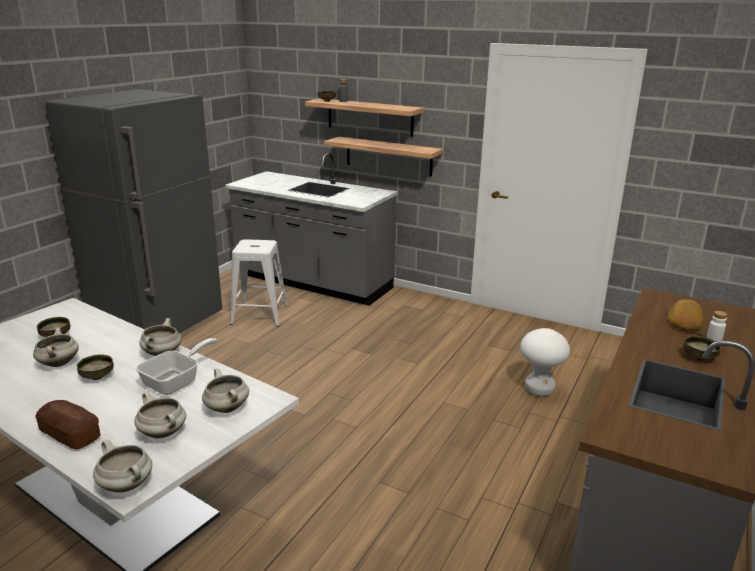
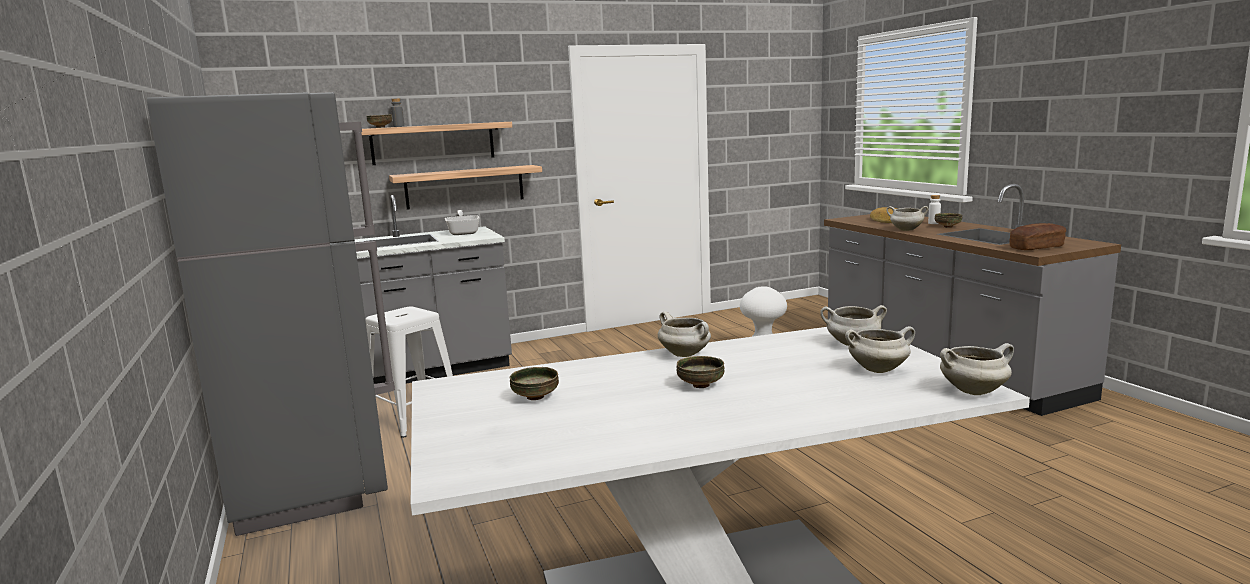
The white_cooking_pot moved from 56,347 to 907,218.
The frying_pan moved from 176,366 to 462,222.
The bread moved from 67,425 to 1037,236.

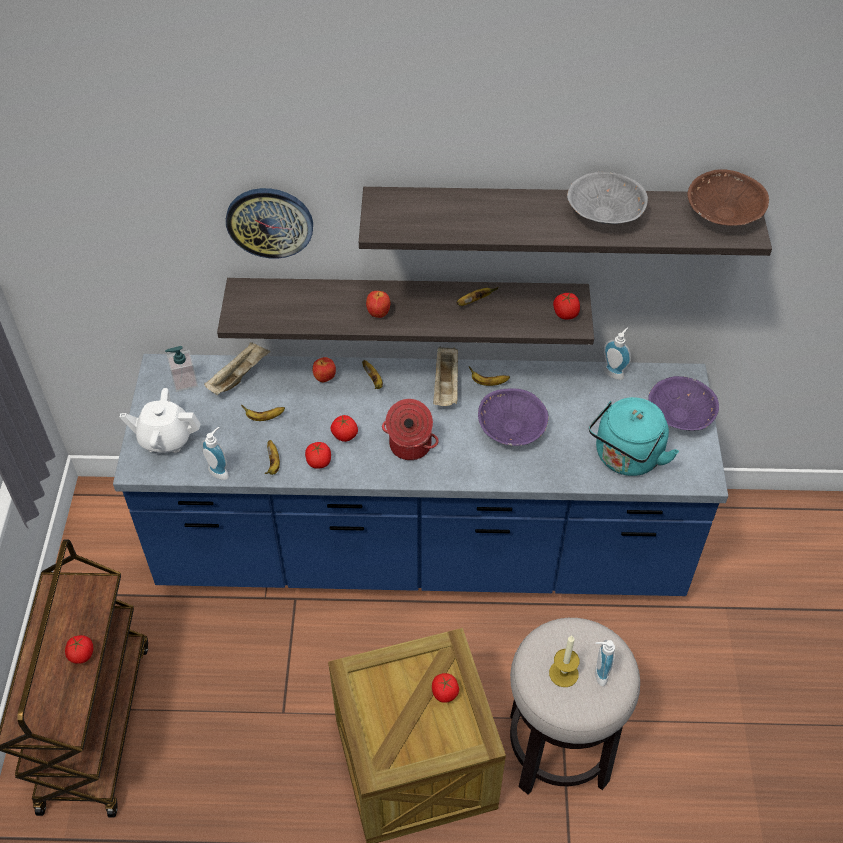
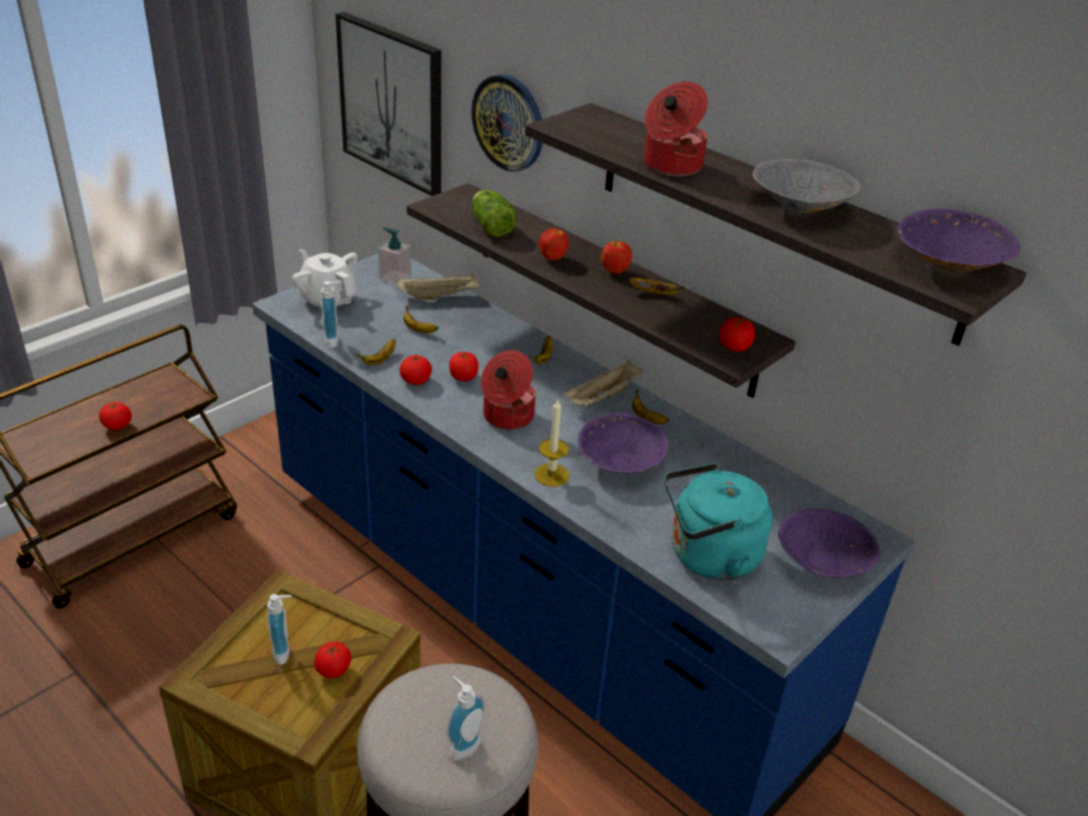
The brown_bowl at 728,197 became the purple_bowl at 958,241.
The soap_dispenser moved from 617,354 to 279,629.
The apple moved from 324,369 to 616,257.
The candle moved from 564,661 to 552,443.
The picture at 388,104 appeared.
The cooking_pot at 676,129 appeared.
The lettuce at 494,213 appeared.

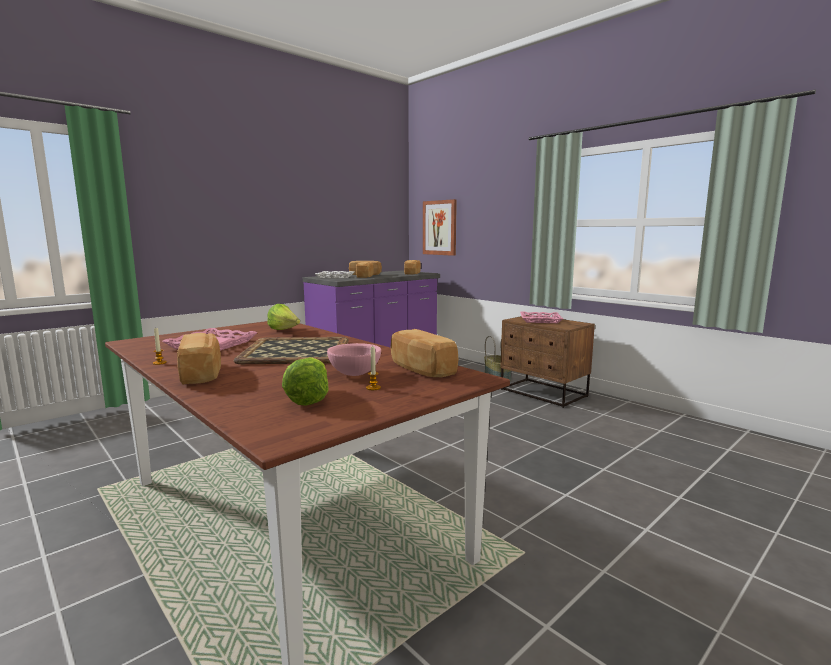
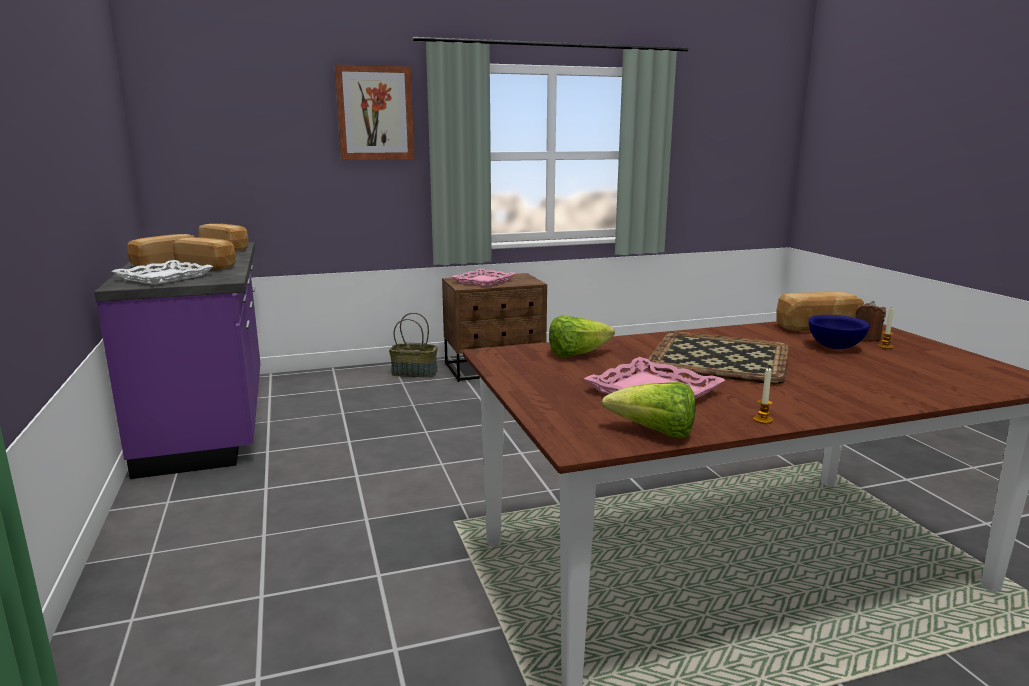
The picture moved from 440,227 to 374,112.
The bread at 199,359 disappeared.
The pink_bowl at 354,359 became the blue_bowl at 839,332.
The lettuce moved from 305,381 to 649,410.
The brown_candle at 870,321 appeared.

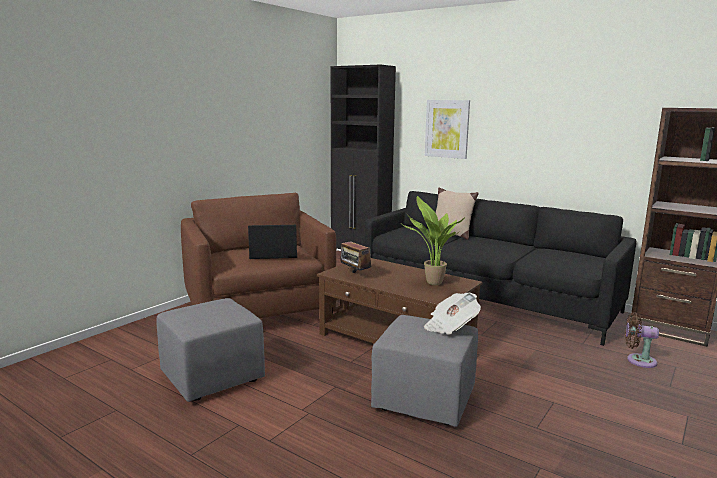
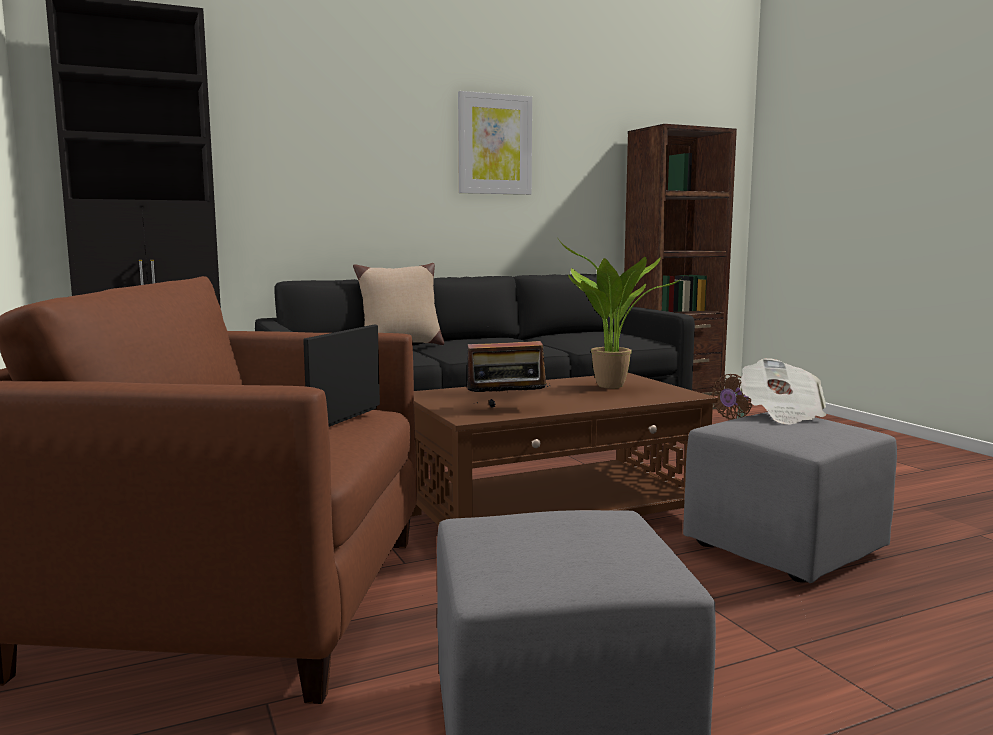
The picture moved from 447,129 to 495,143.

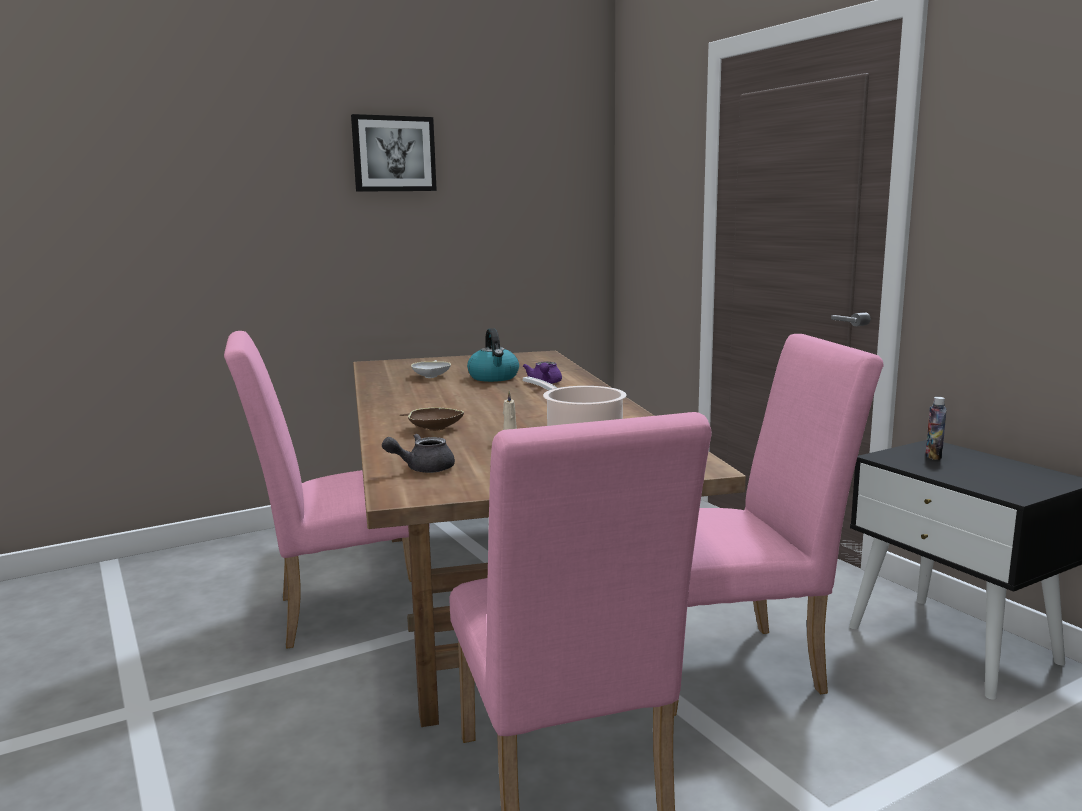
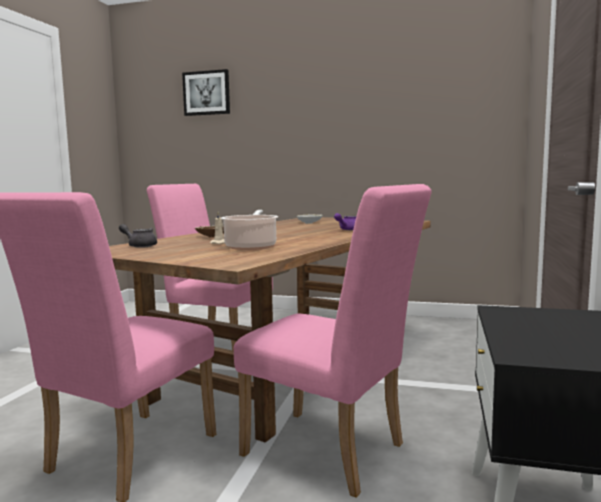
The picture moved from 394,153 to 206,92.
The kettle at 493,355 disappeared.
The bottle at 936,428 disappeared.

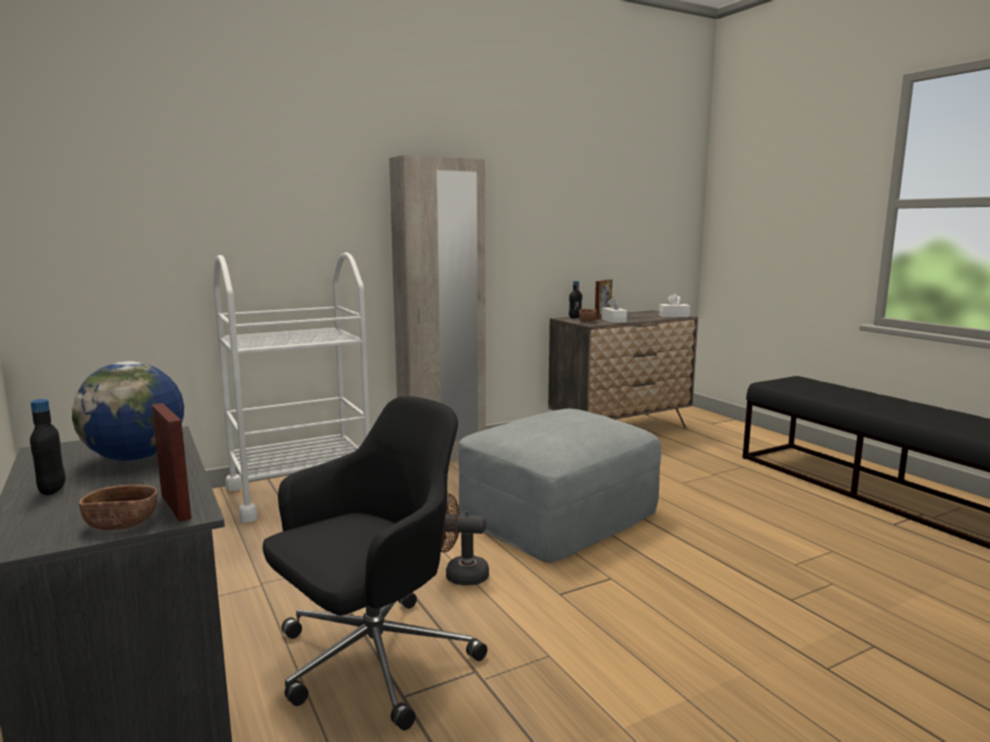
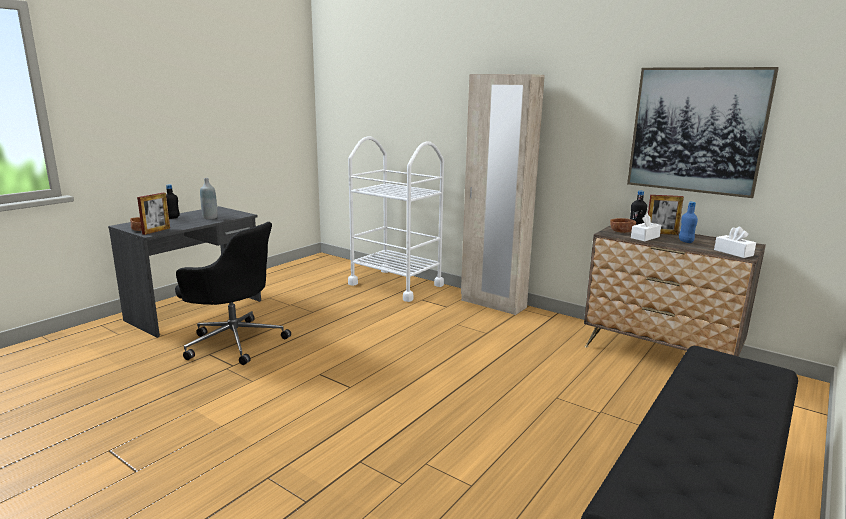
The globe at 128,411 was replaced by the grey_bottle at 209,198.
The grey_ottoman at 560,485 disappeared.
The brown_fan at 465,539 disappeared.
The picture at 703,132 appeared.
The blue_bottle at 688,222 appeared.

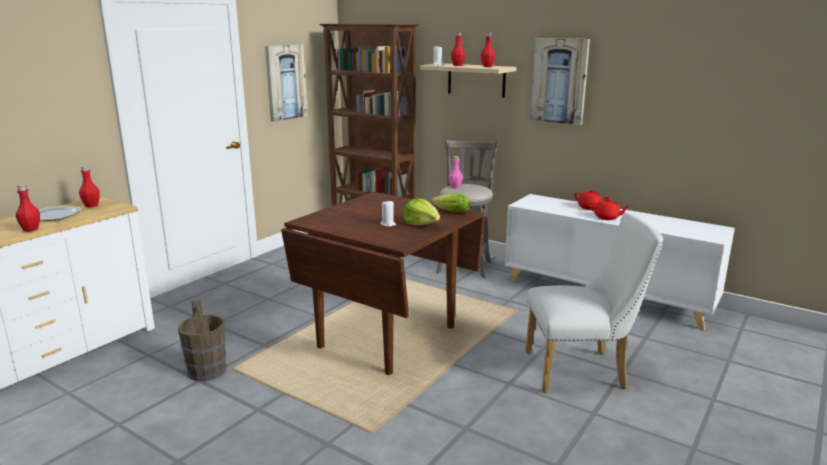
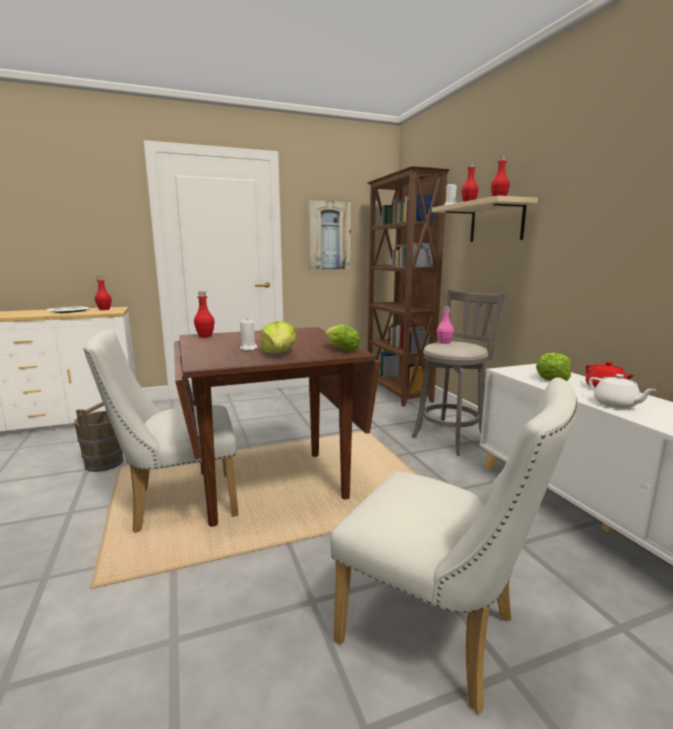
The picture at 560,81 disappeared.
The red_bottle moved from 28,208 to 204,314.
The red_teapot at 609,209 became the white_teapot at 622,391.
The white_chair at 161,431 appeared.
The lettuce at 553,367 appeared.

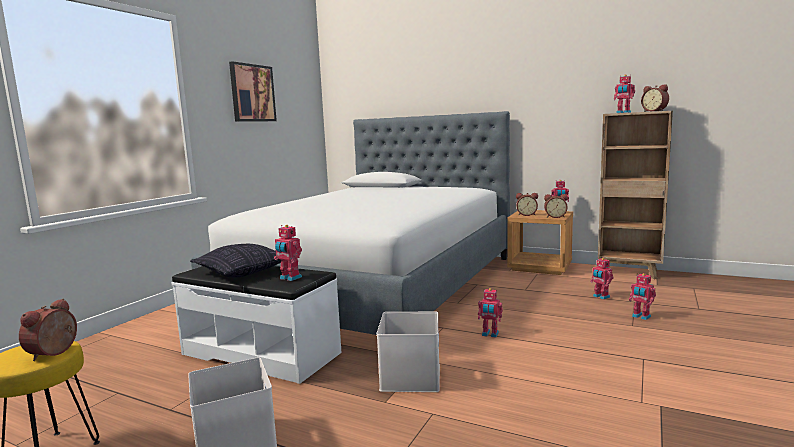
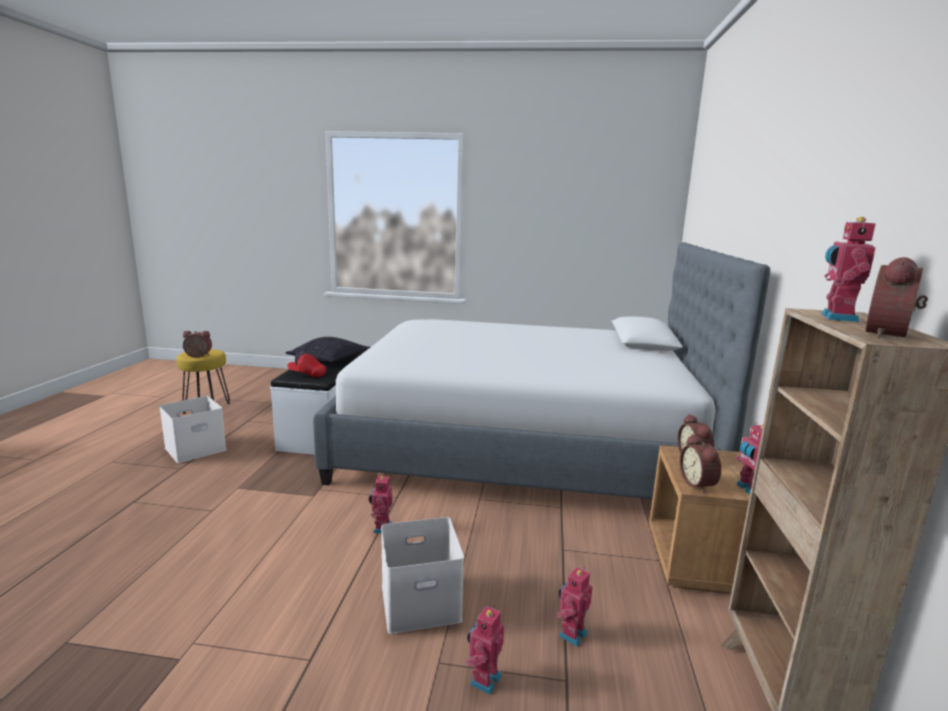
The picture at 253,91 disappeared.
The toy_robot at 288,253 was replaced by the red_cap at 306,364.
The white_storage_box moved from 408,352 to 422,575.

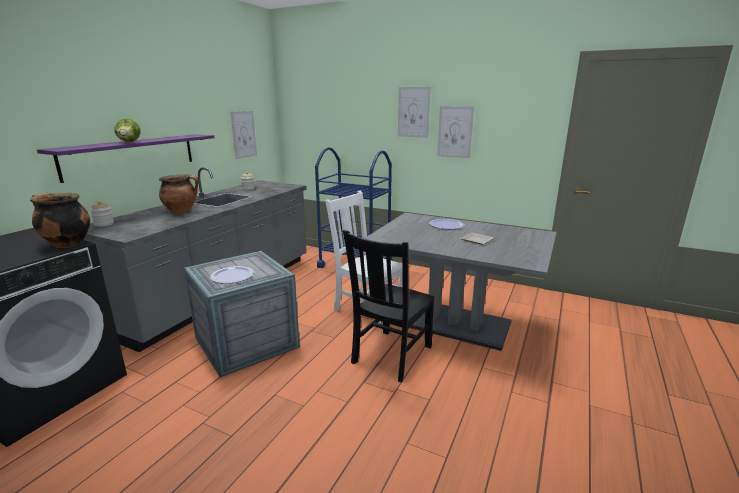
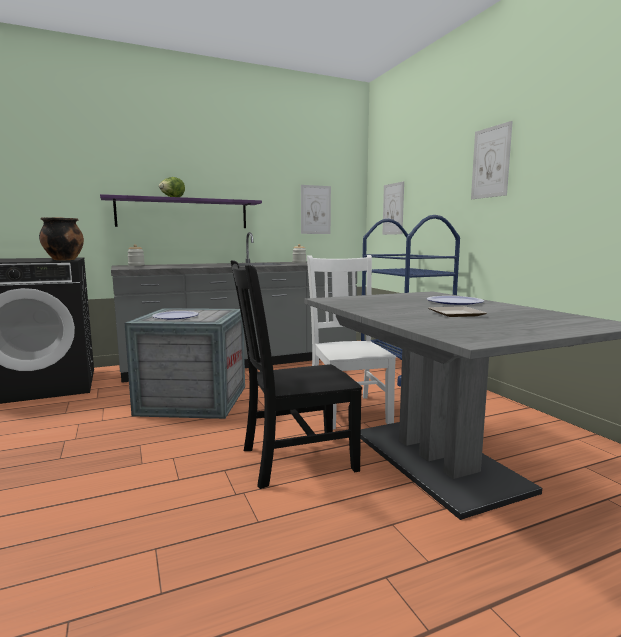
The picture moved from 455,132 to 393,208.
The cooking_pot at 178,194 disappeared.

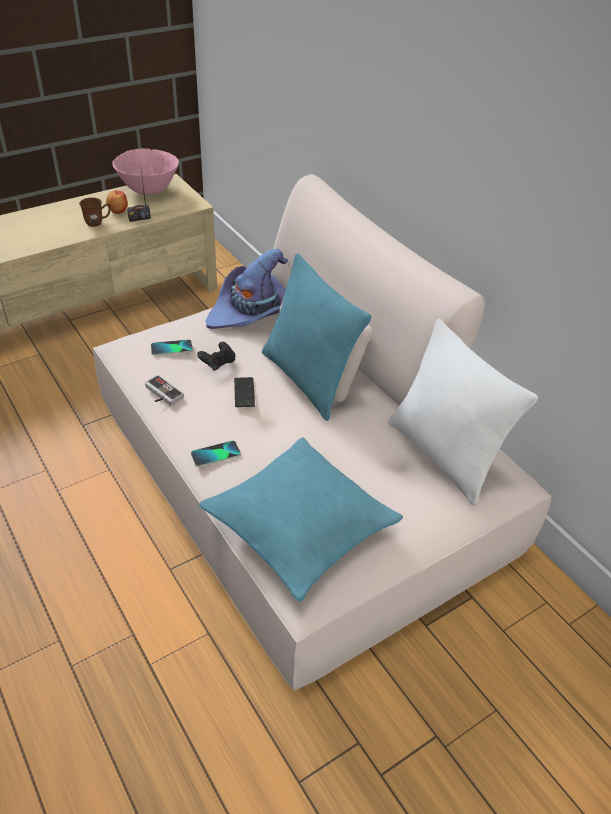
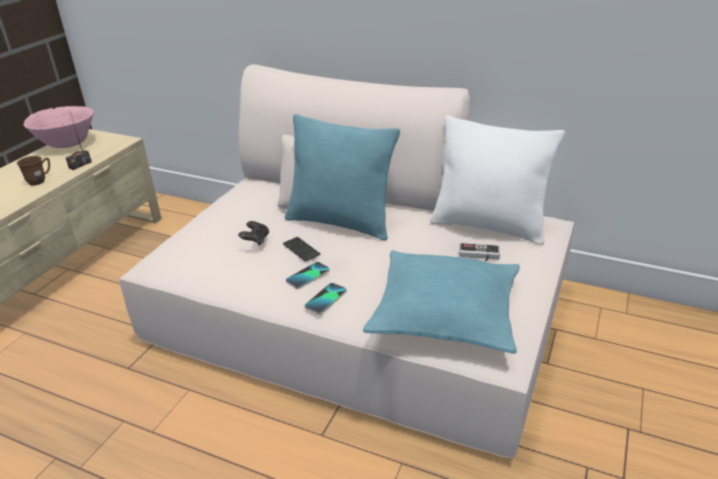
The apple at 117,202 disappeared.
The purple_hat at 247,289 disappeared.
The phone moved from 172,348 to 308,275.
The game_controller moved from 164,390 to 479,252.

